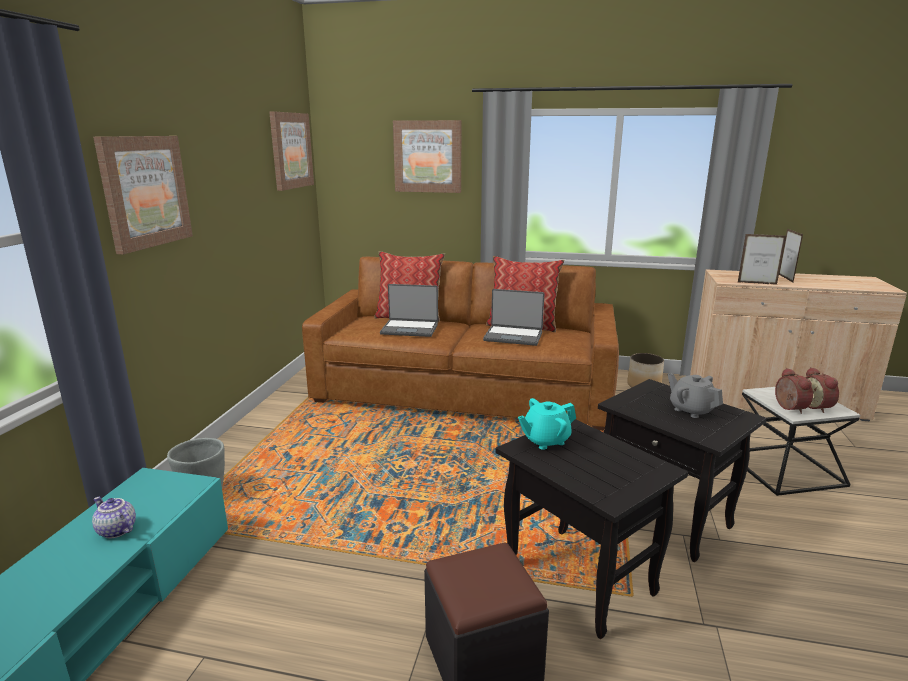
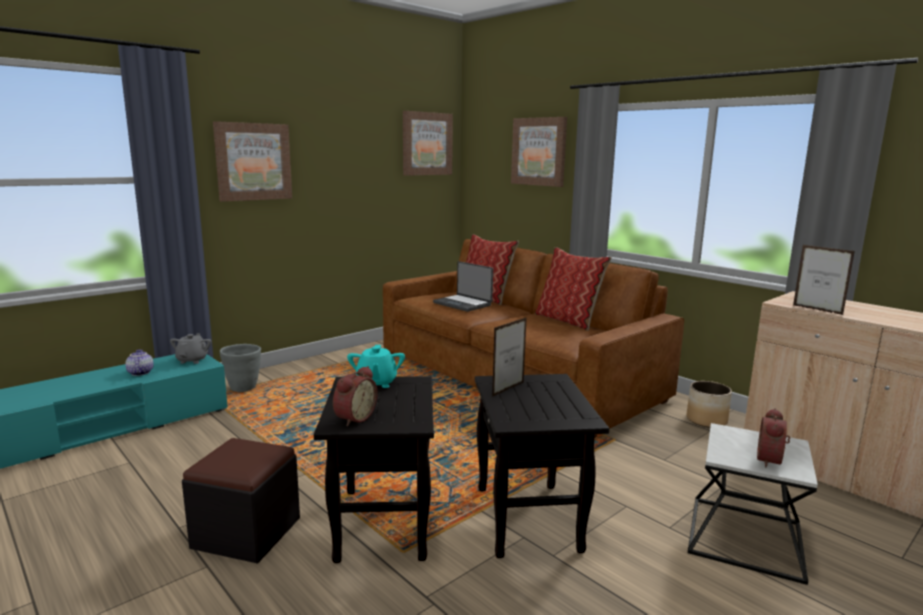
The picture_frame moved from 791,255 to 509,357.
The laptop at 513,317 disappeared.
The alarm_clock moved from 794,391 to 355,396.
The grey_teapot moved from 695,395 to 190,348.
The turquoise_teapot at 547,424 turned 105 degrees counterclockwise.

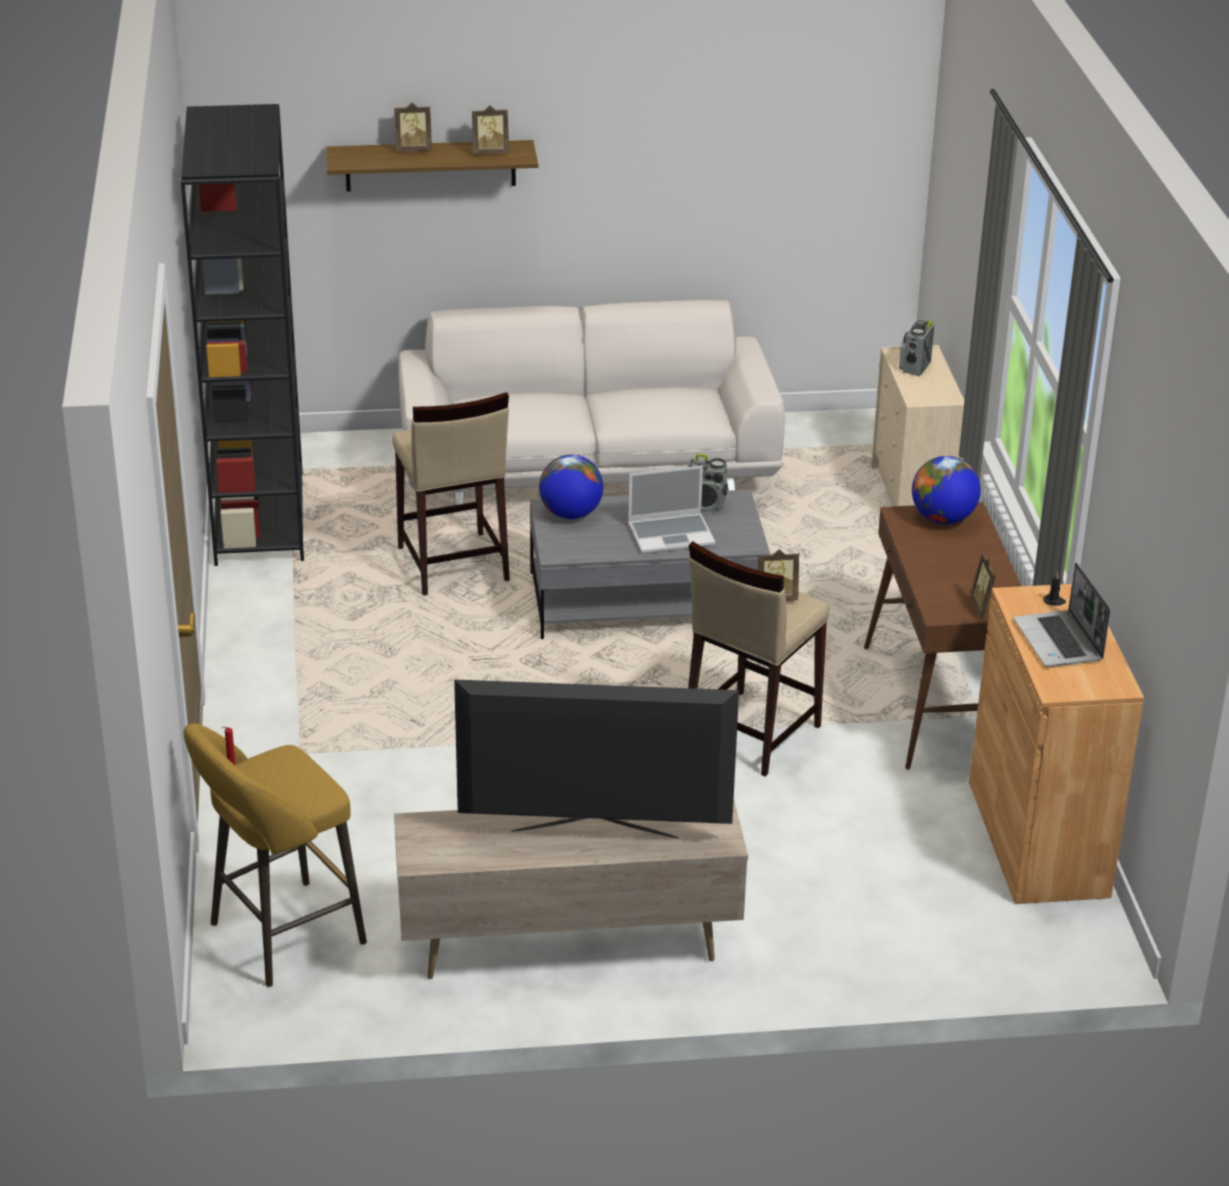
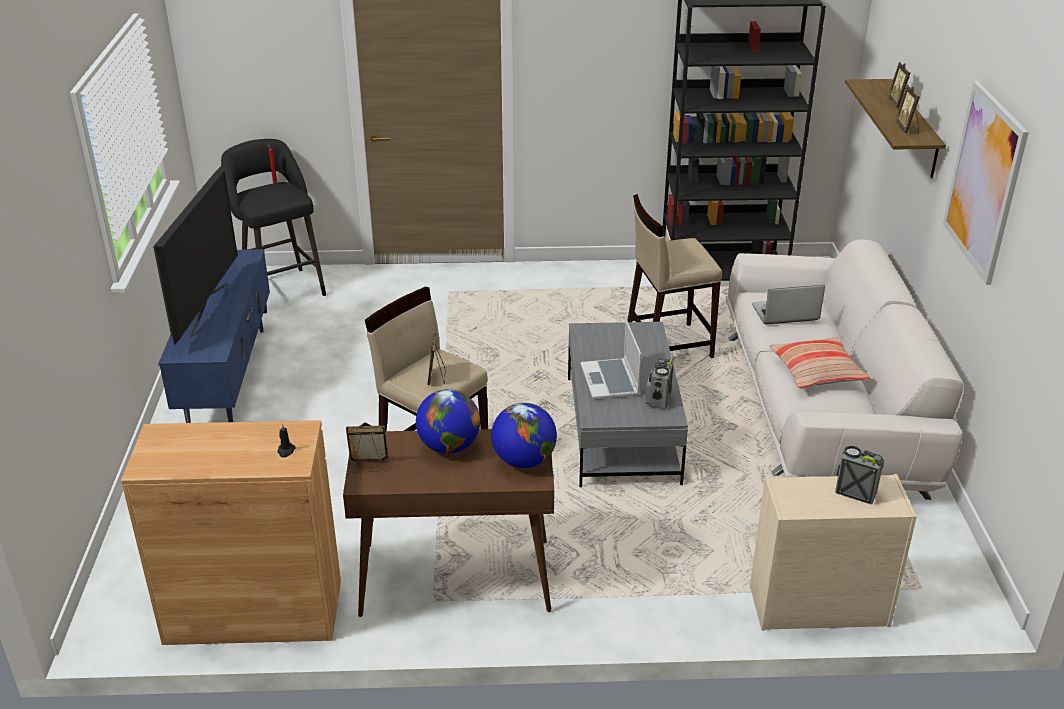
The globe moved from 571,487 to 448,421.
The laptop moved from 1062,614 to 788,305.
The yellow_stool at 275,855 became the black_stool at 273,226.
The beige_tv_stand at 571,889 became the blue_tv_stand at 214,336.
The picture at 986,183 appeared.
The pillow at 820,363 appeared.

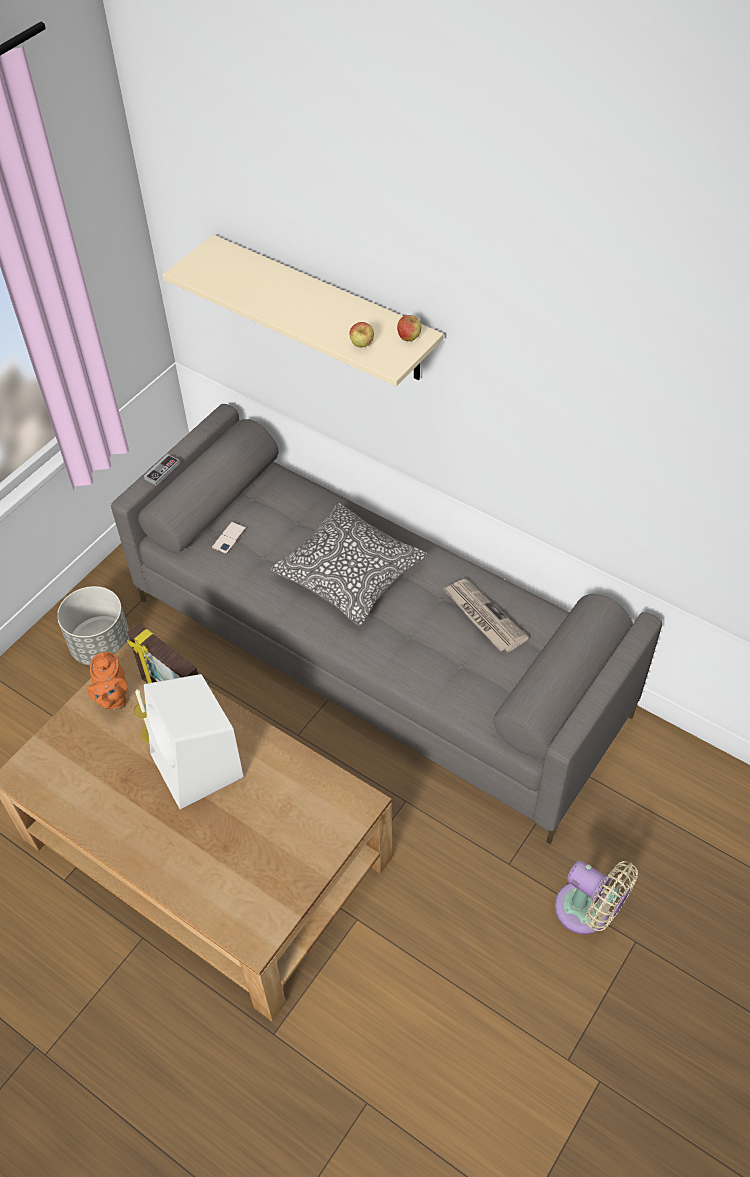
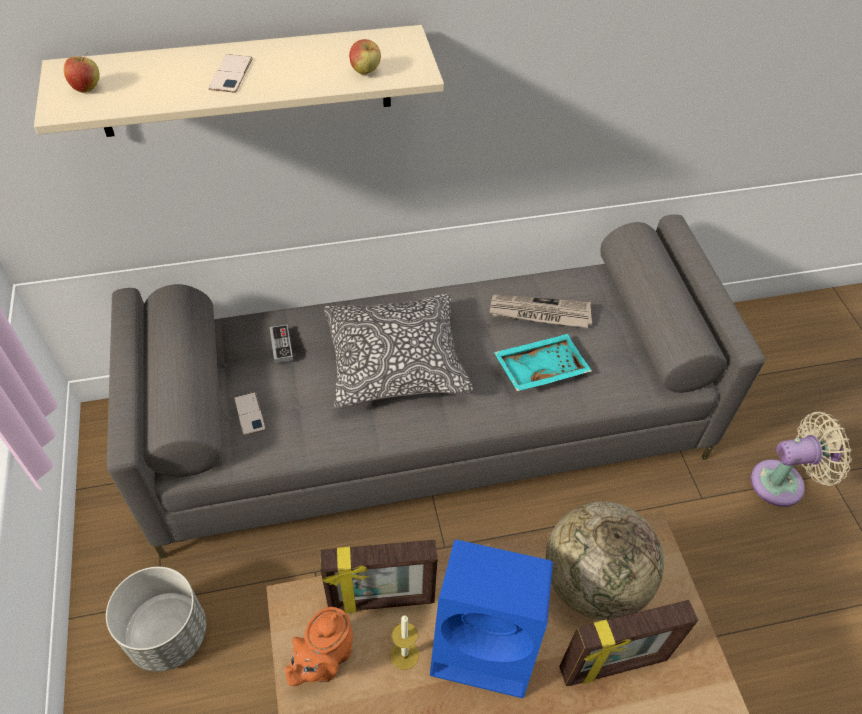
The apple moved from 409,328 to 81,72.
The game_controller moved from 162,470 to 281,343.
The orange_teapot at 107,681 turned 90 degrees clockwise.
The white_speaker at 194,741 became the blue_speaker at 491,619.
The phone at 230,73 appeared.
The turquoise_tray at 543,362 appeared.
The globe at 605,560 appeared.
The picture_frame at 628,643 appeared.

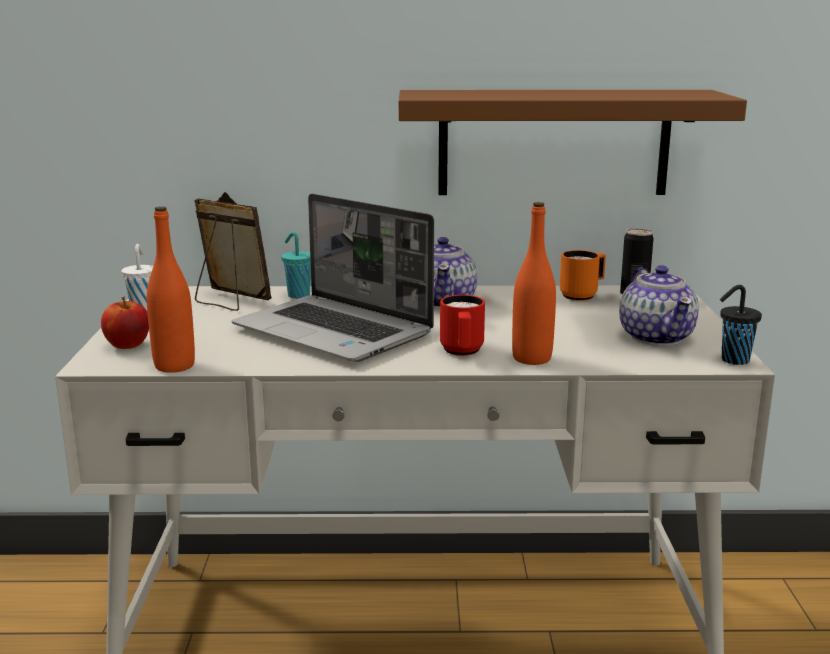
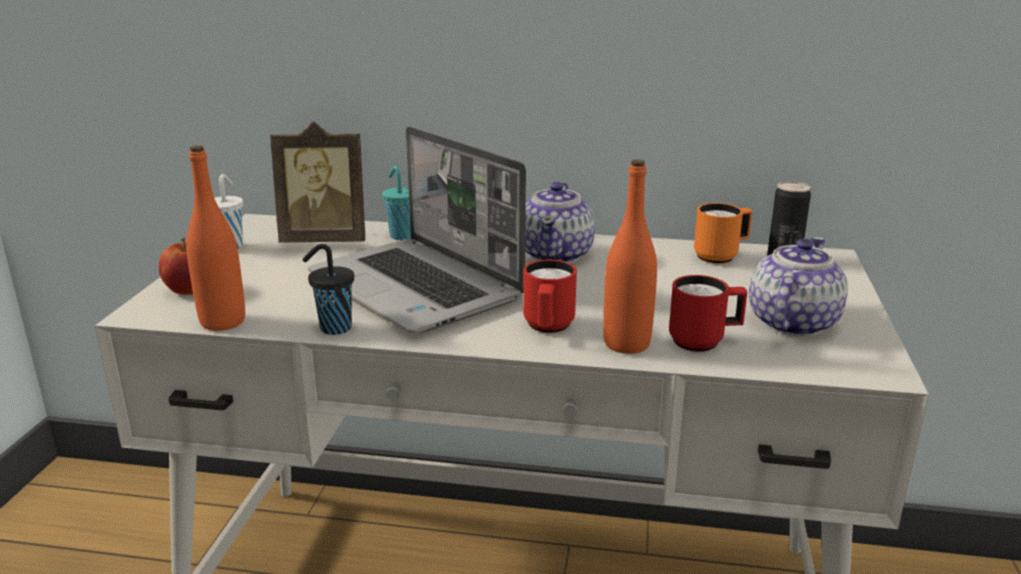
The brown_shelf at 573,142 disappeared.
The picture_frame at 233,251 turned 135 degrees clockwise.
The teapot at 659,305 turned 150 degrees counterclockwise.
The black_cup moved from 741,325 to 328,289.
The red_mug at 708,313 appeared.

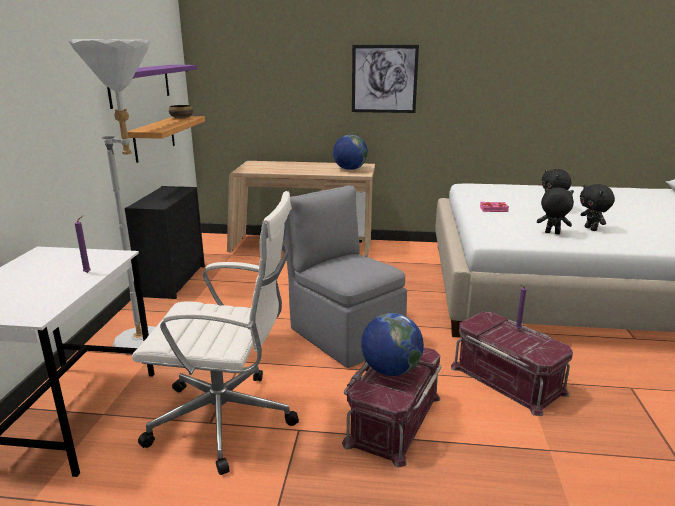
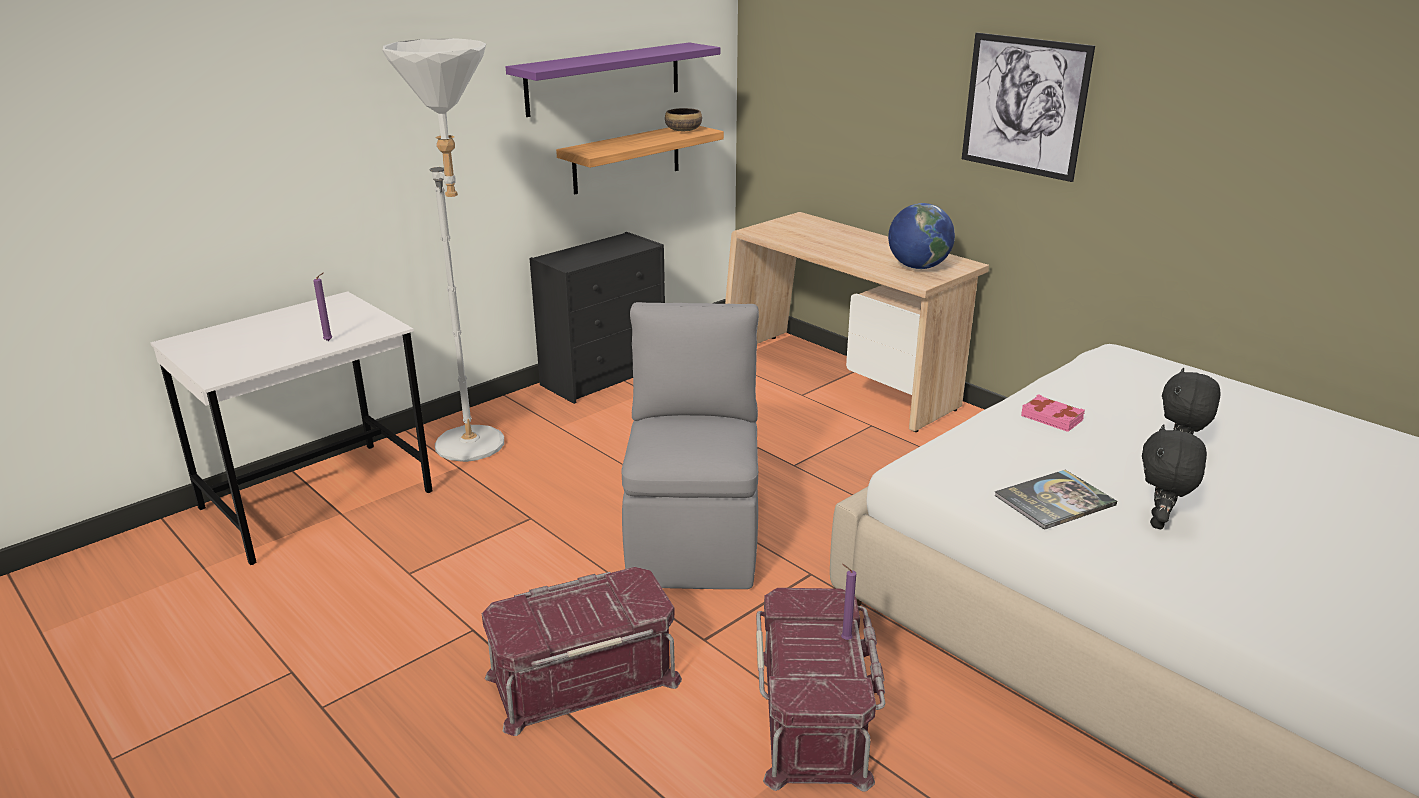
The black_plush_toy at 555,211 was replaced by the book at 1055,500.
The white_office_chair at 215,333 disappeared.
The globe at 392,344 disappeared.

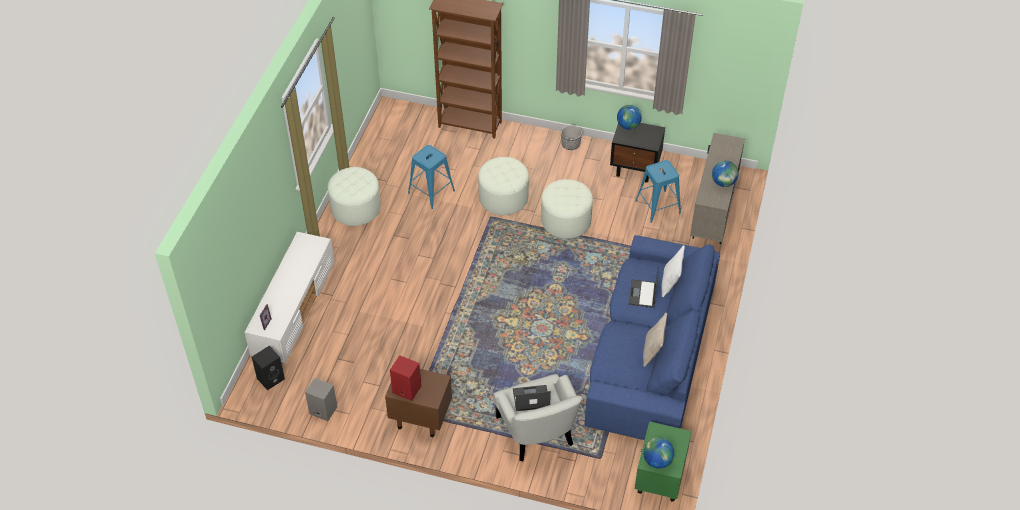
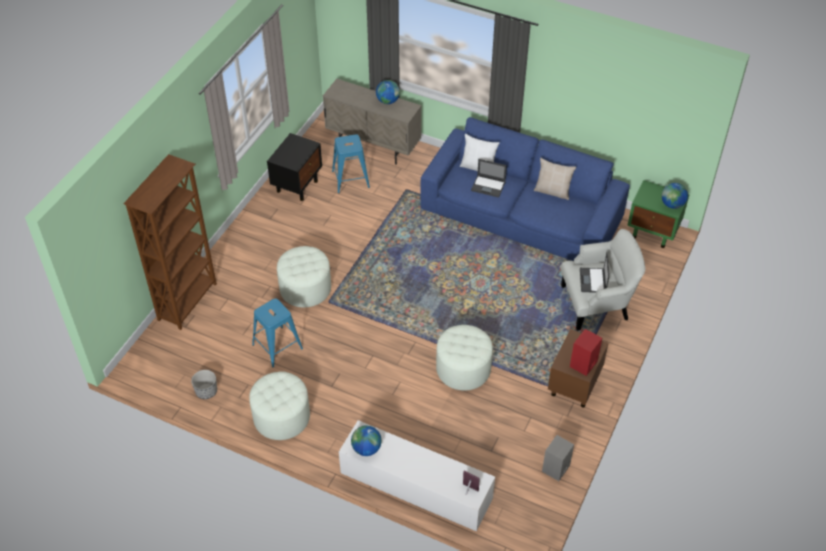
The globe moved from 629,117 to 366,440.
The planter moved from 571,137 to 204,384.
The white_ottoman moved from 567,209 to 464,357.
The black_speaker at 268,368 disappeared.

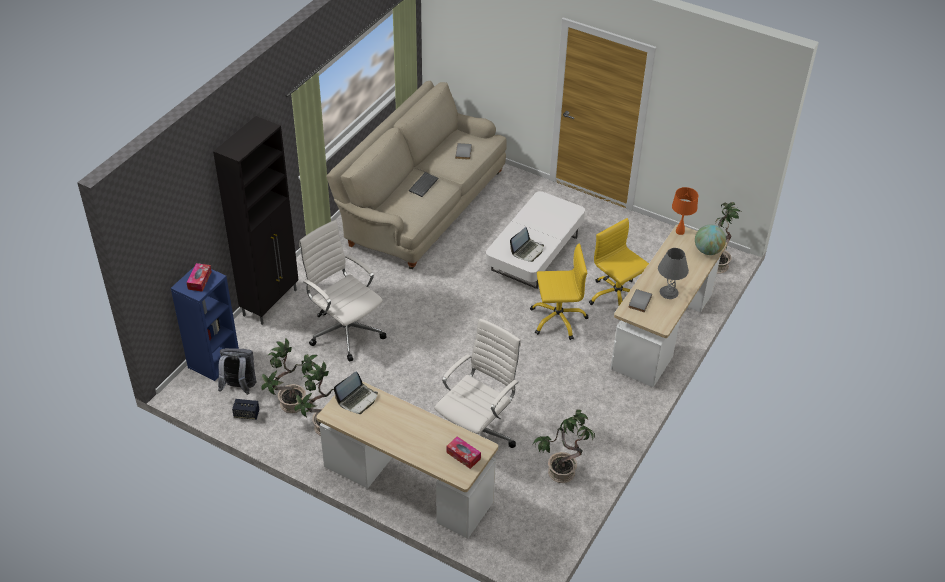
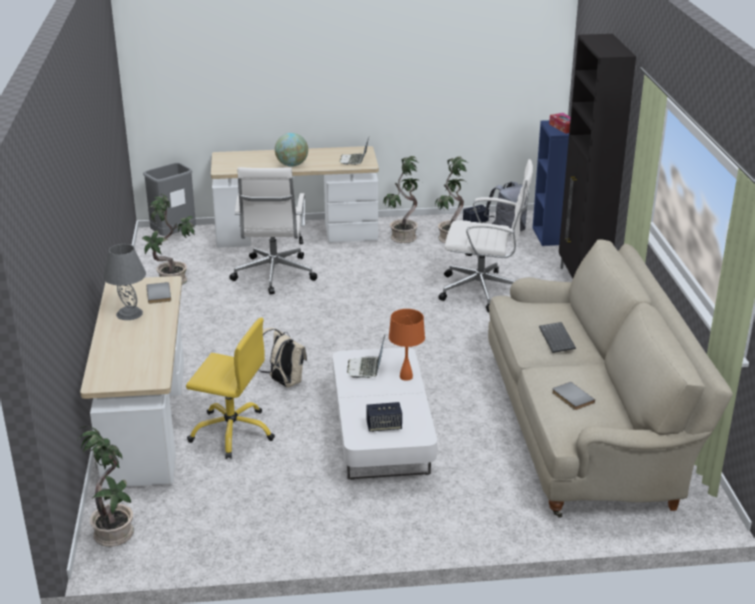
The orange_table_lamp moved from 685,211 to 407,345.
The globe moved from 710,239 to 291,150.
The yellow_office_chair at 559,291 was replaced by the beige_backpack at 283,358.
The tissue_box at 463,452 disappeared.
The grey_trash_can at 169,199 appeared.
The speaker at 384,417 appeared.

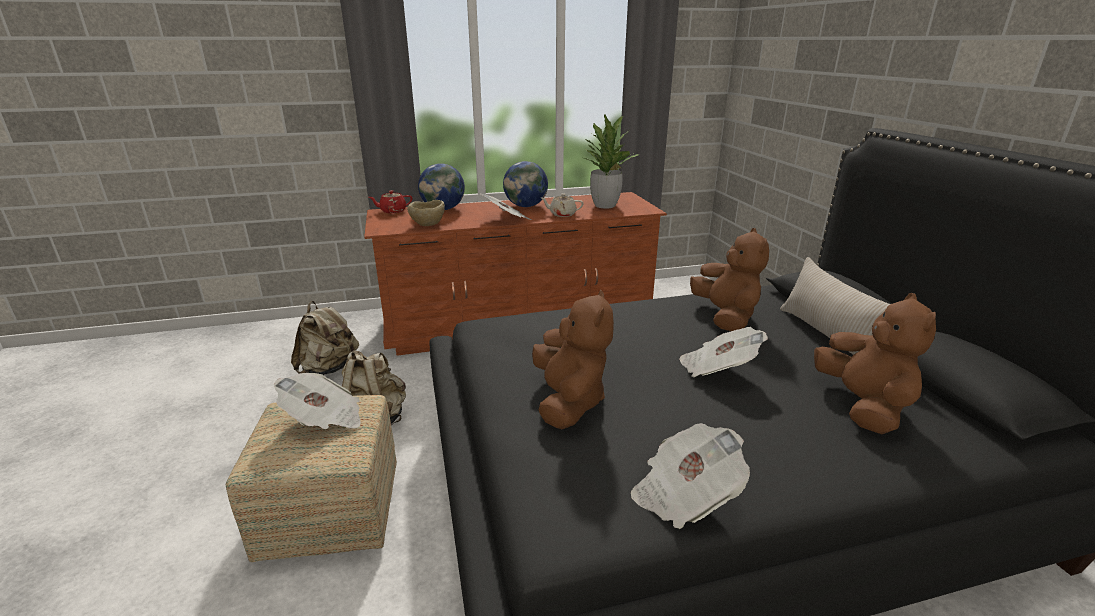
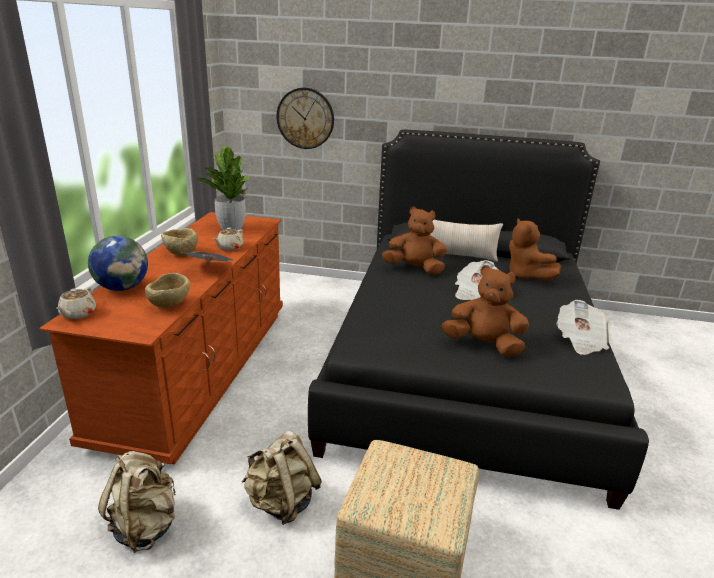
The globe at 525,184 was replaced by the beige_bowl at 179,242.
The red_teapot at 390,201 became the beige_teapot at 76,303.
The brown_plush_toy at 875,363 turned 135 degrees counterclockwise.
The newspaper at 317,401 disappeared.
The wall_clock at 305,118 appeared.

